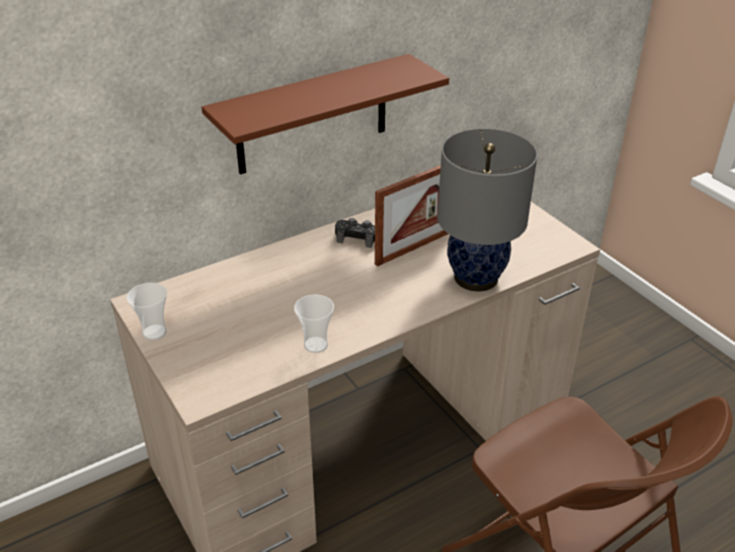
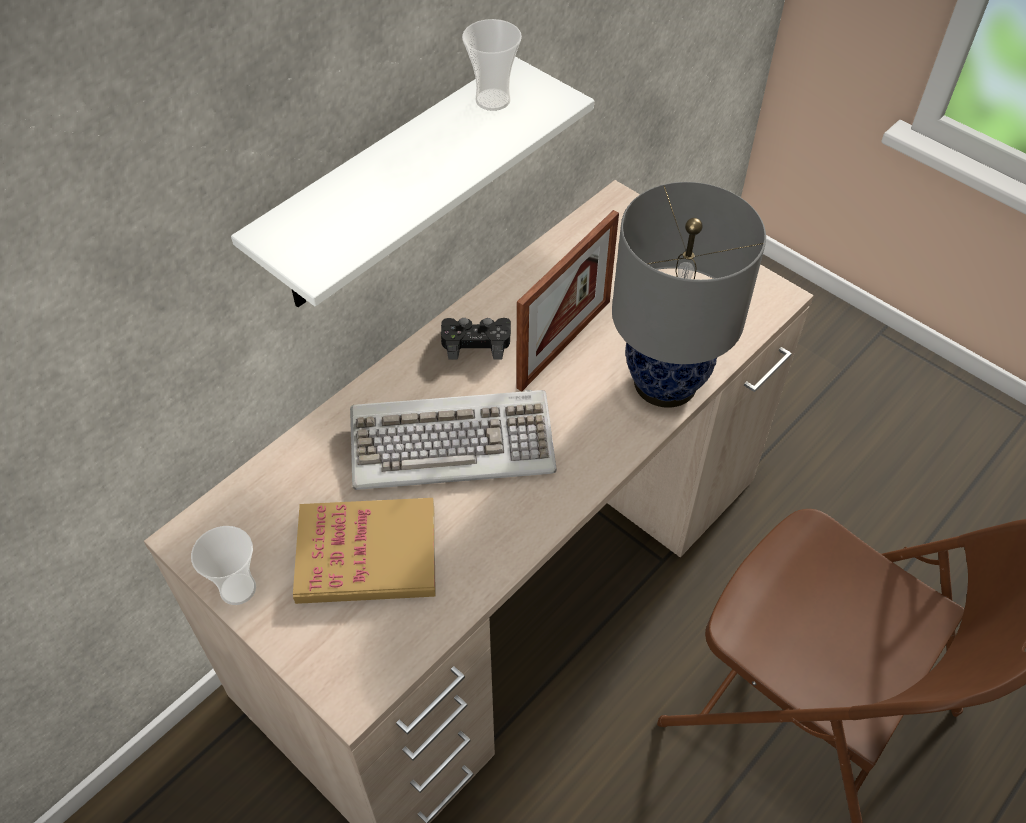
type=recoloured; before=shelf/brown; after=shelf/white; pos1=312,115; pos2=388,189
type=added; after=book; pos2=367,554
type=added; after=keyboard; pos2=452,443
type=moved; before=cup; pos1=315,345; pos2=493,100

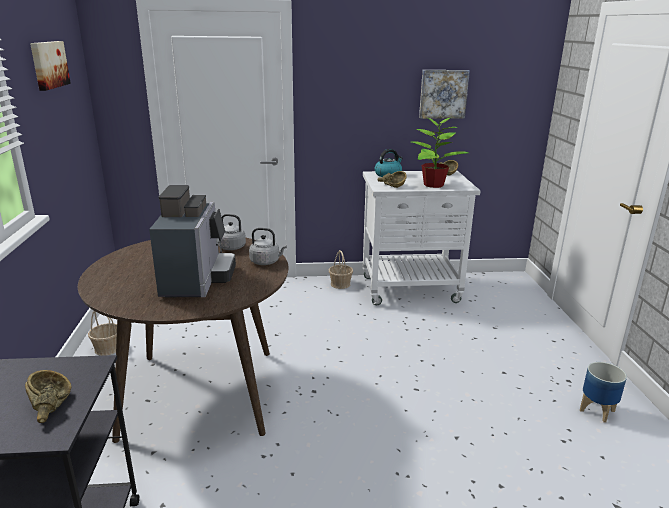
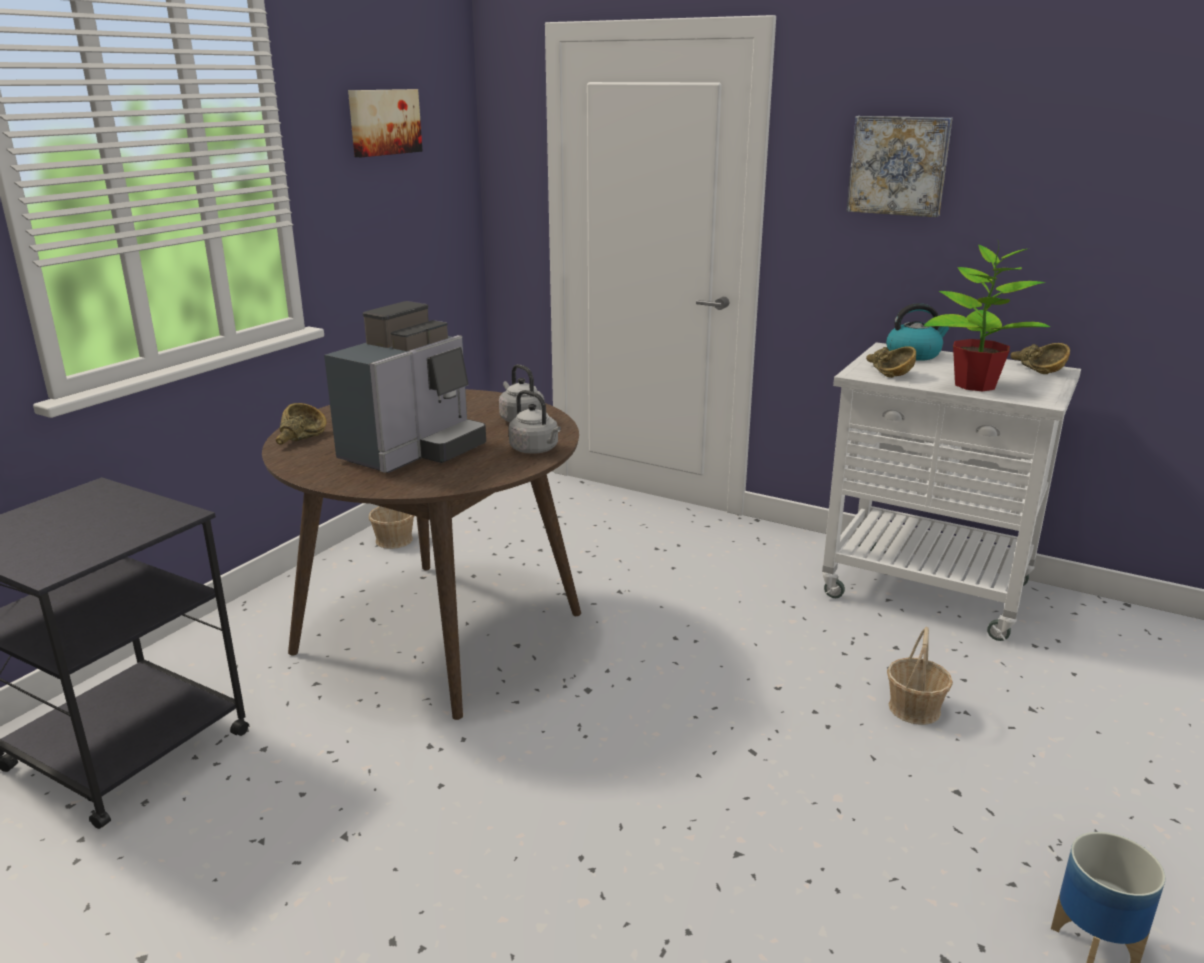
type=moved; before=bowl/brown; pos1=51,406; pos2=301,438
type=moved; before=picture; pos1=443,94; pos2=899,165
type=moved; before=basket; pos1=340,284; pos2=914,708

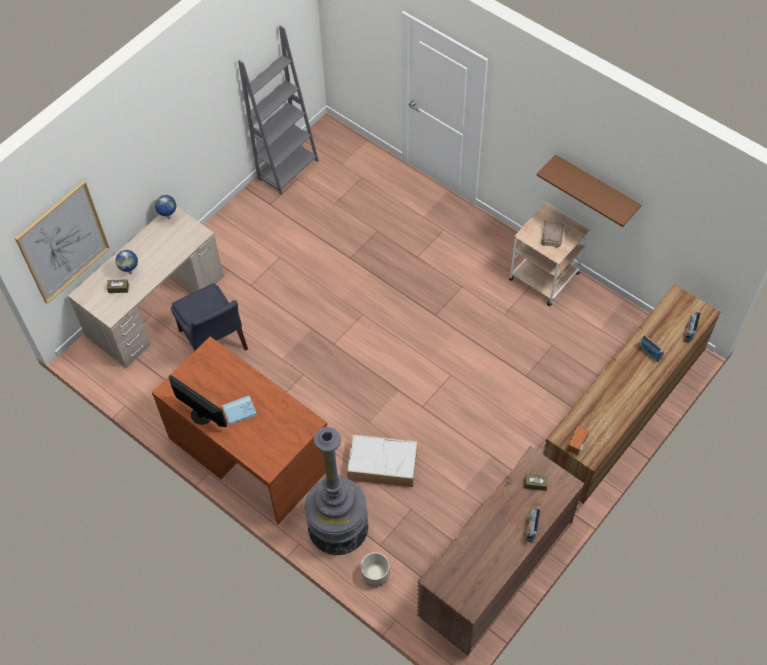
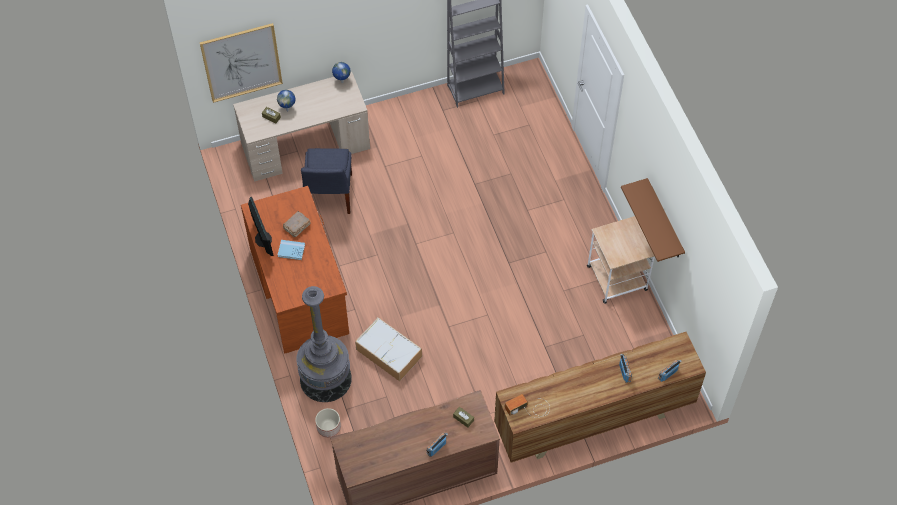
type=moved; before=book/brown; pos1=551,237; pos2=296,227

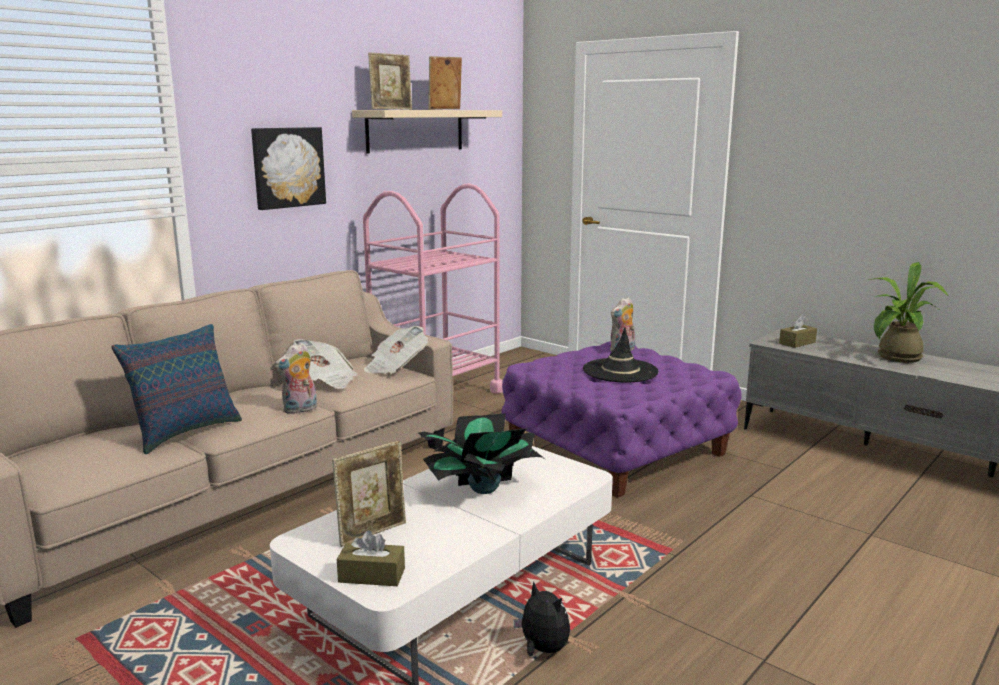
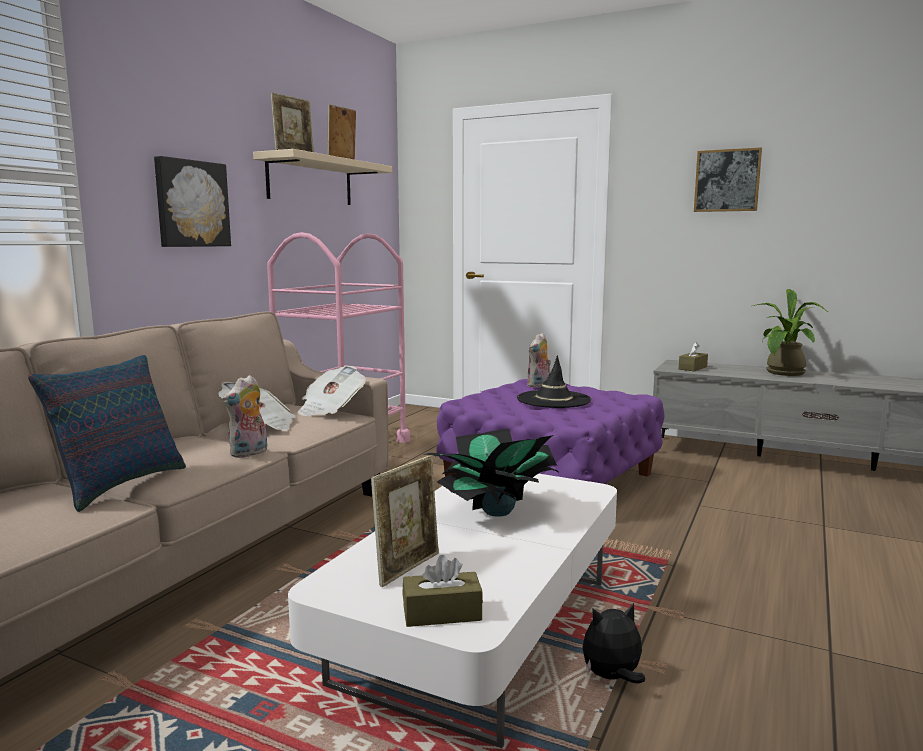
type=turned; before=plush toy; pos1=542,649; pos2=612,678; turn=-45
type=added; after=picture; pos2=727,180

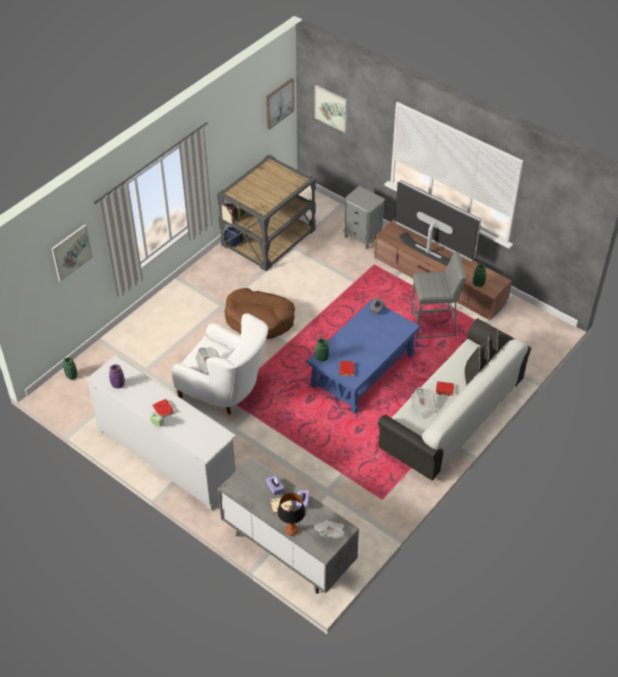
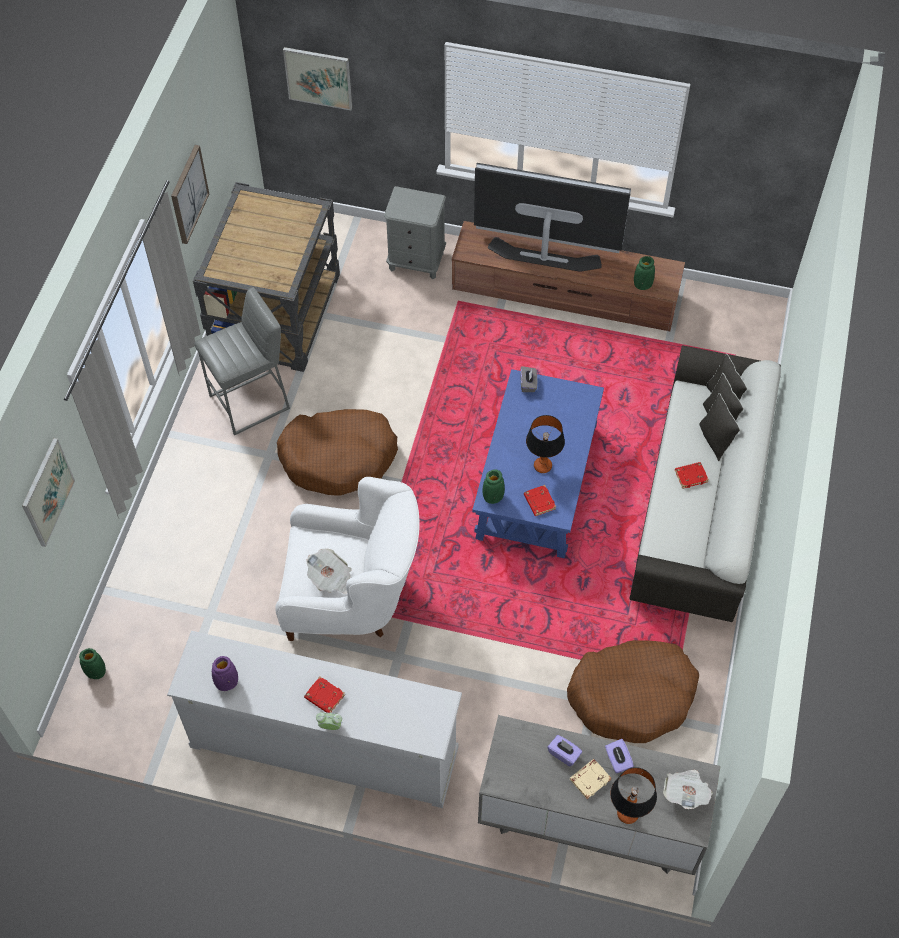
type=moved; before=picture; pos1=279,103; pos2=188,194
type=moved; before=stool/grey; pos1=433,324; pos2=251,401
type=added; after=table lamp; pos2=542,466
type=added; after=dog bed/brown; pos2=632,696
type=removed; before=newspaper; pos1=423,408

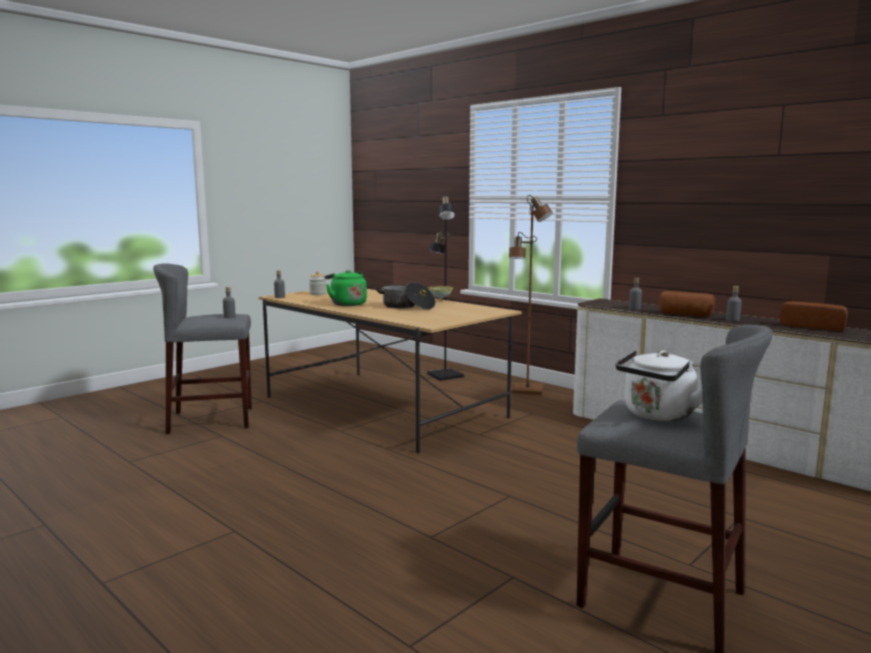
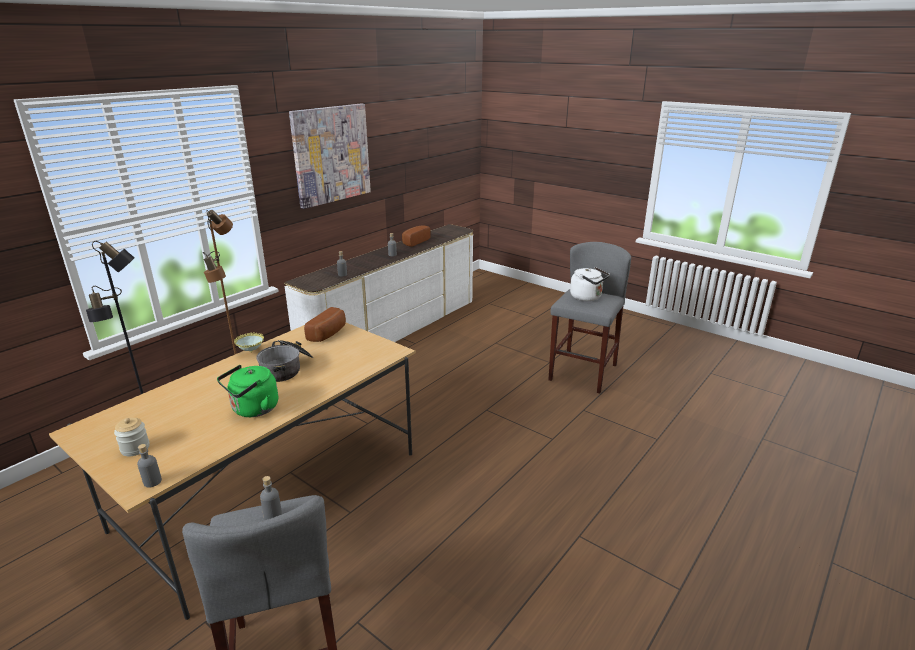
type=added; after=picture; pos2=331,154
type=moved; before=bread; pos1=684,315; pos2=329,333

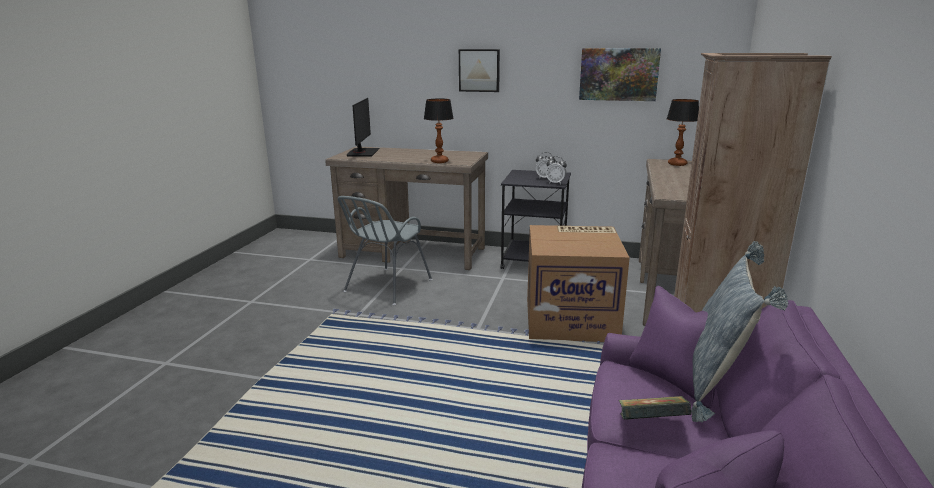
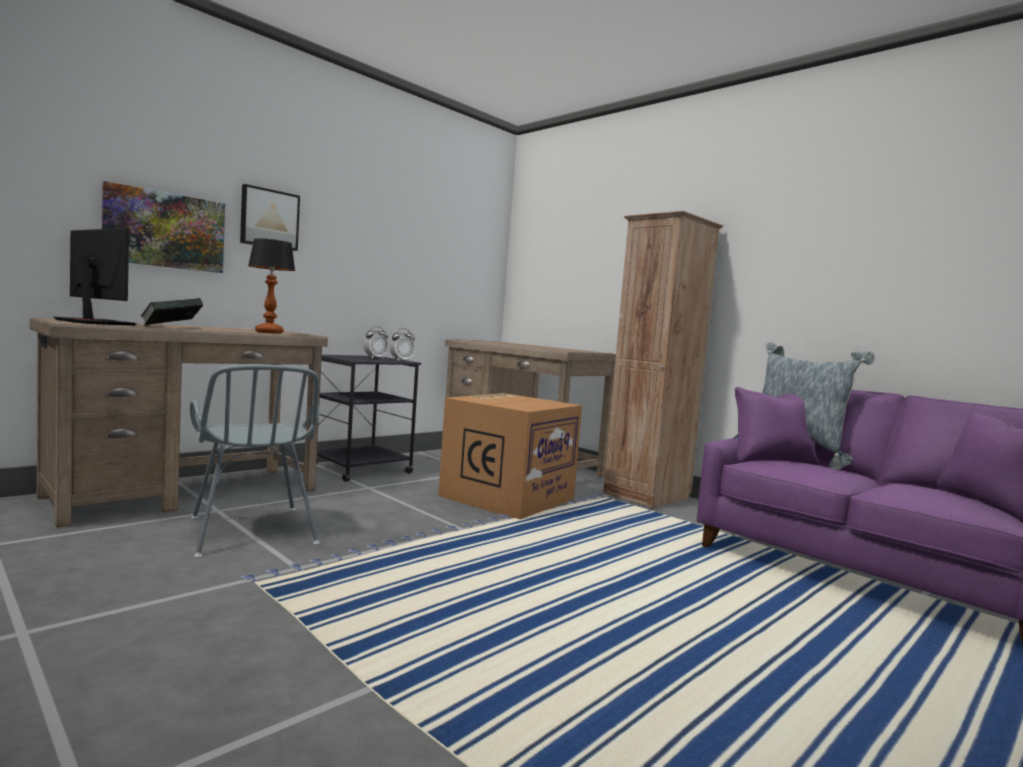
type=moved; before=picture; pos1=618,74; pos2=165,230
type=moved; before=book; pos1=650,425; pos2=171,327
type=removed; before=table lamp; pos1=676,164

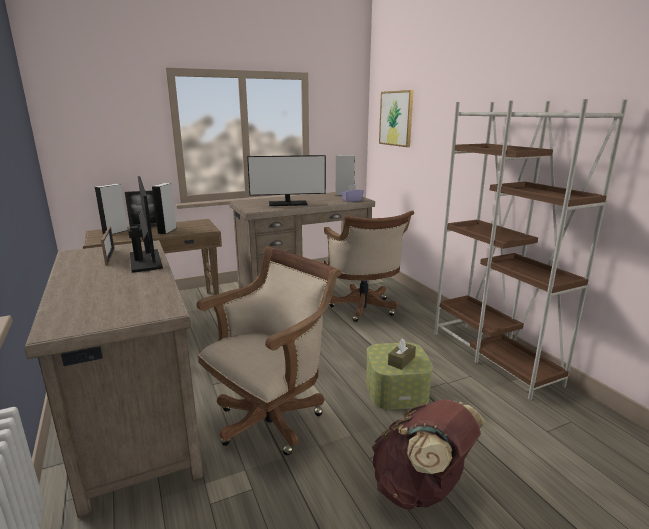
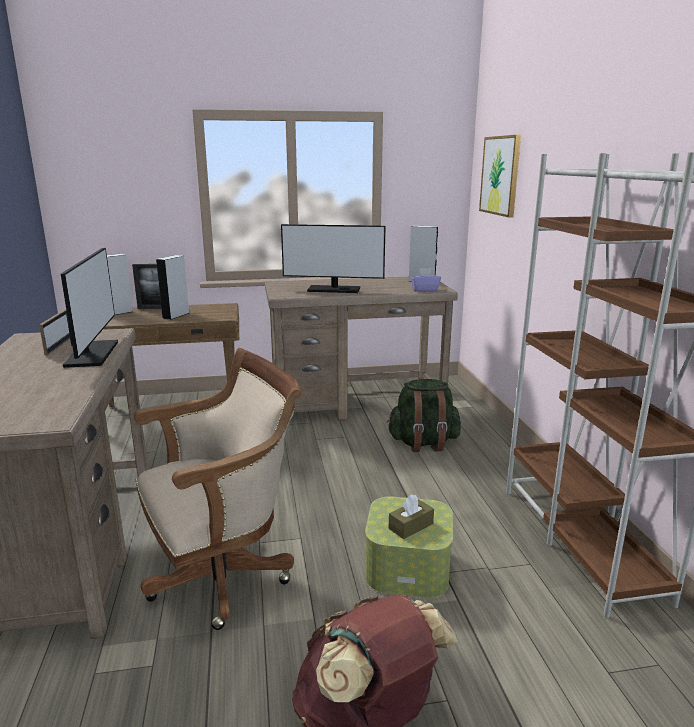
type=replaced; before=office chair; after=backpack/green; pos1=364,309; pos2=423,443

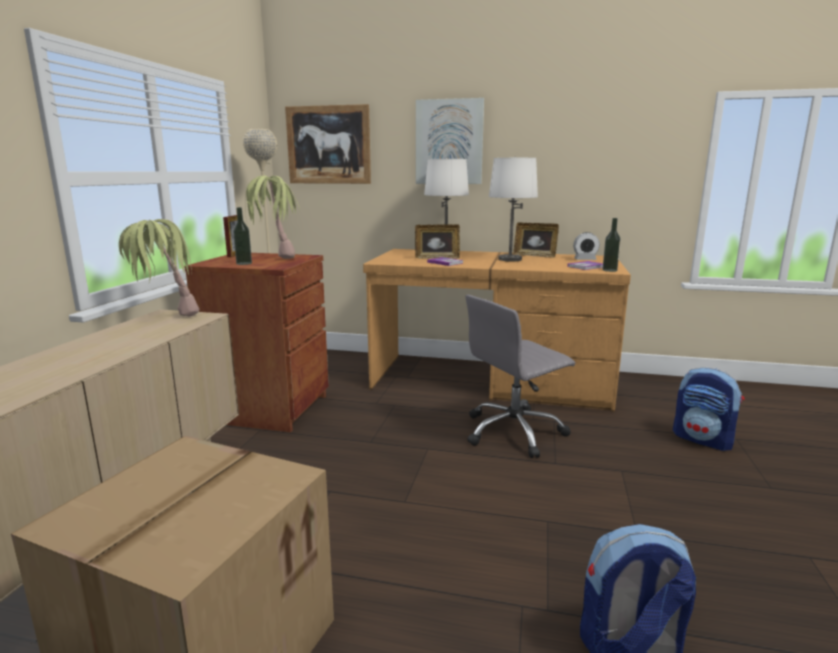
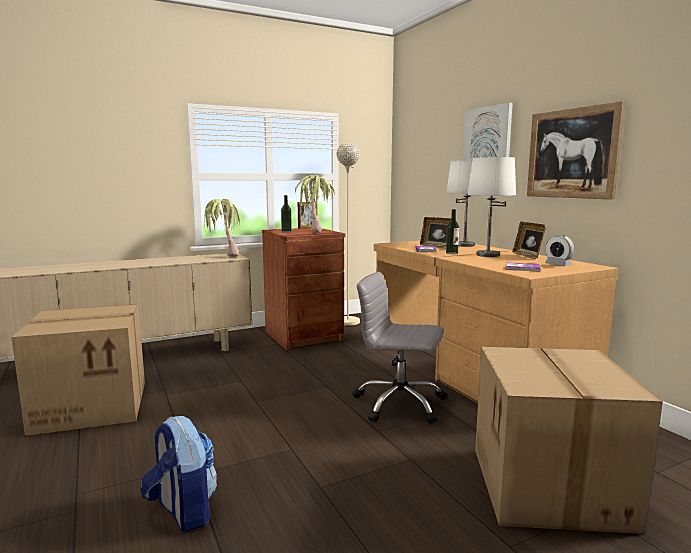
type=moved; before=bottle; pos1=609,270; pos2=451,253
type=replaced; before=backpack; after=cardboard box; pos1=703,440; pos2=551,488
type=moved; before=picture; pos1=328,145; pos2=571,153

